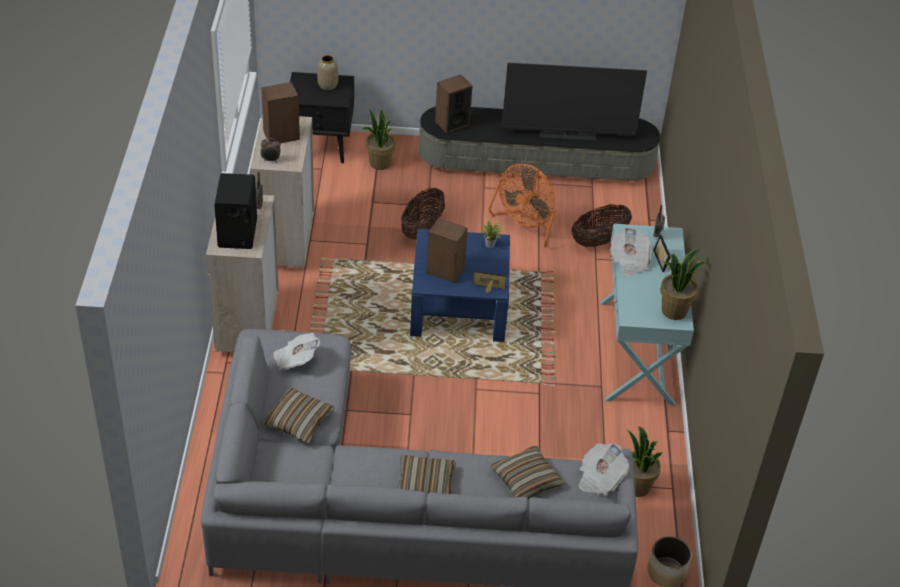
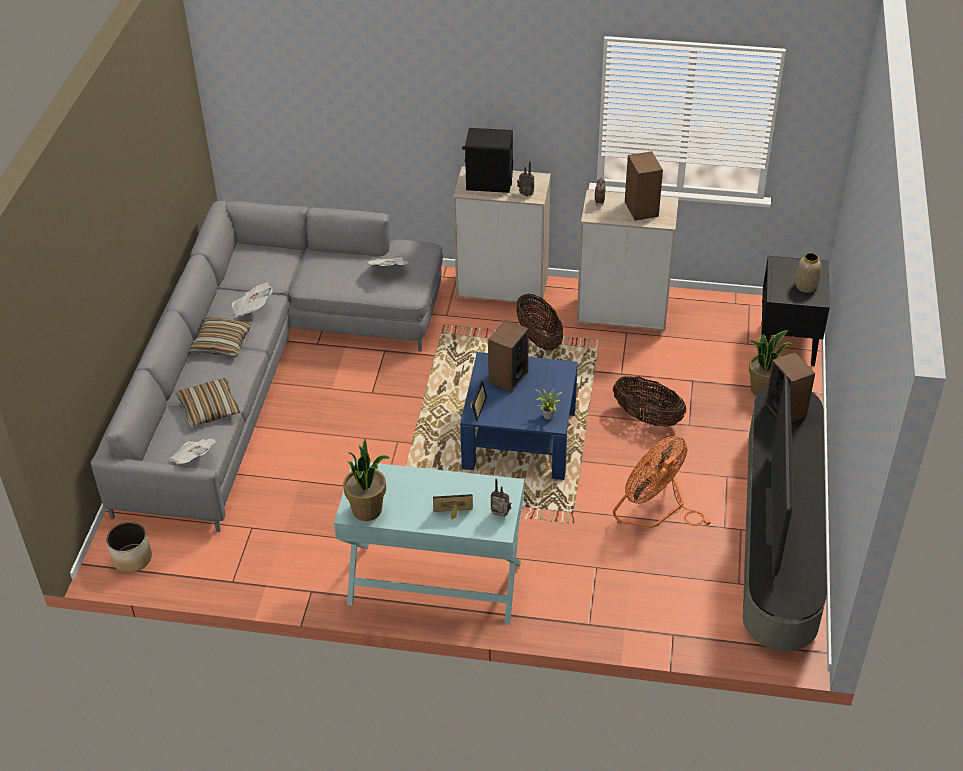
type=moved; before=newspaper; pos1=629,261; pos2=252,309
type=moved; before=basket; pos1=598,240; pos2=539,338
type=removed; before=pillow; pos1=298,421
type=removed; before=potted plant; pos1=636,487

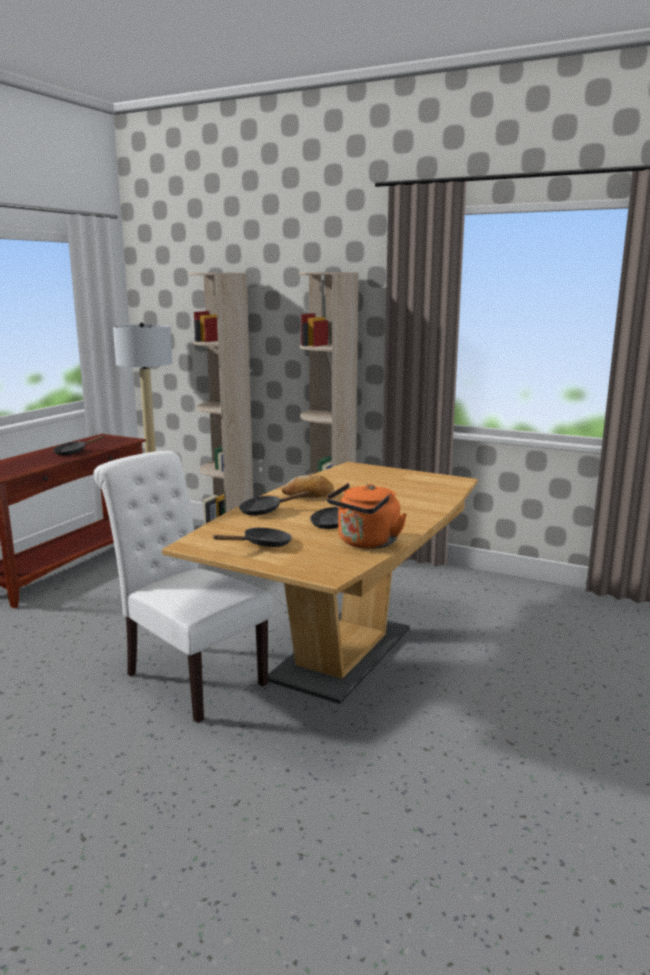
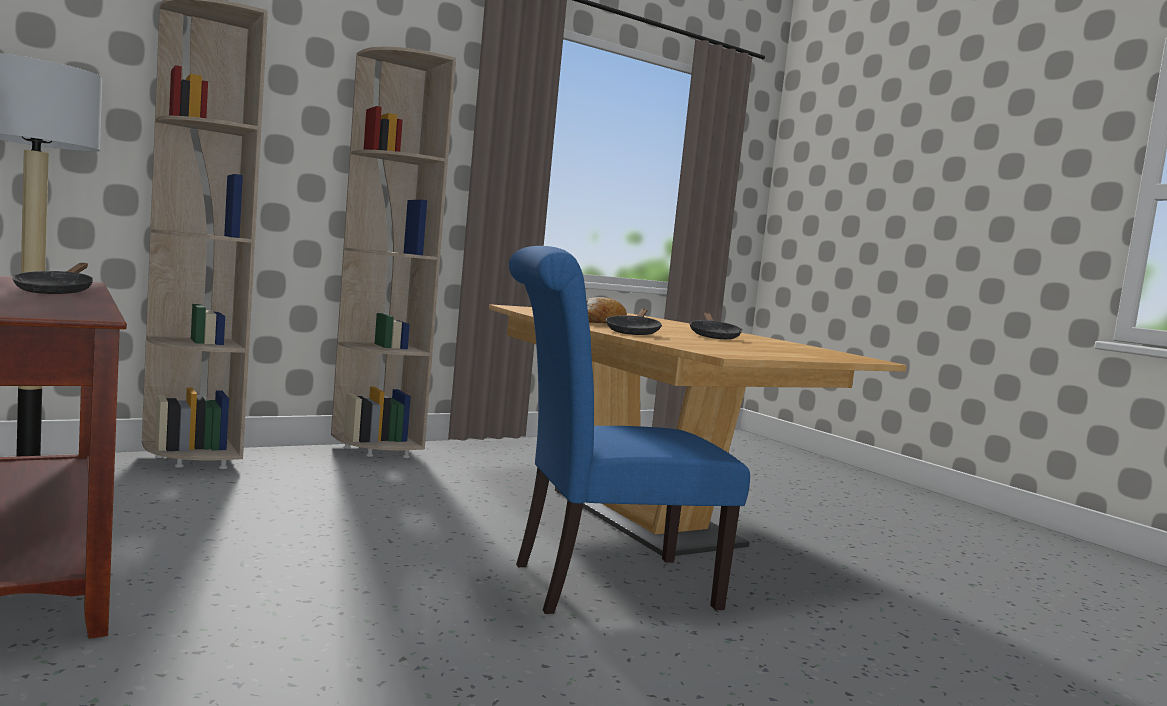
type=recoloured; before=chair/white; after=chair/blue; pos1=189,676; pos2=601,585
type=removed; before=frying pan/black; pos1=262,545
type=removed; before=kettle/orange; pos1=366,543

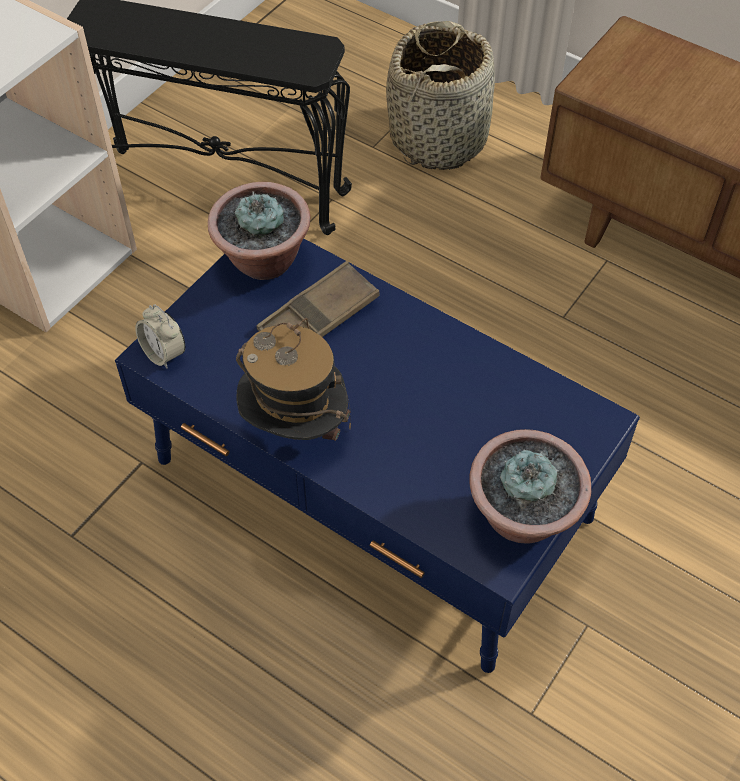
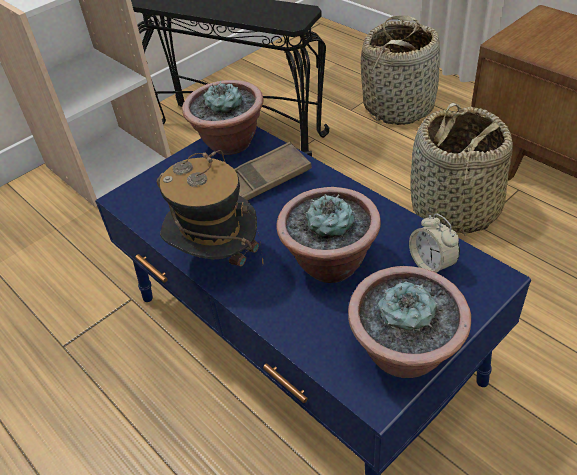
type=added; after=potted plant; pos2=329,263
type=moved; before=alarm clock; pos1=164,353; pos2=431,264
type=added; after=basket; pos2=454,209

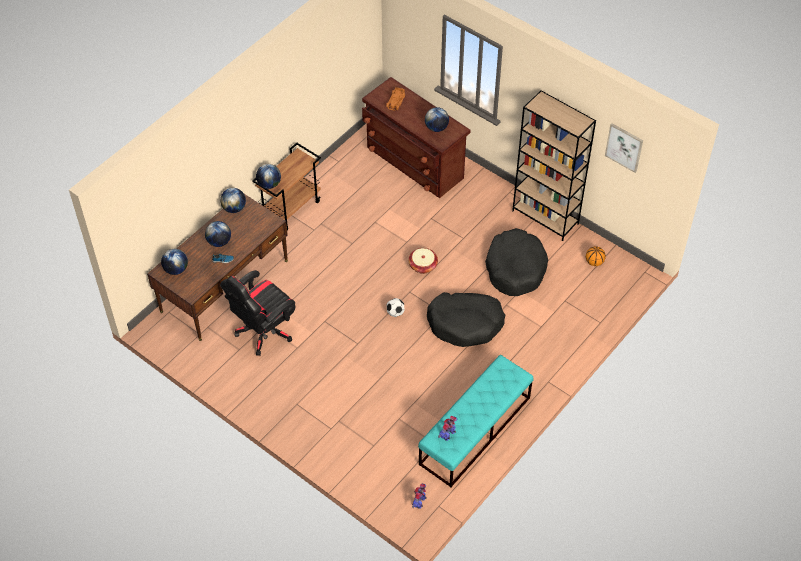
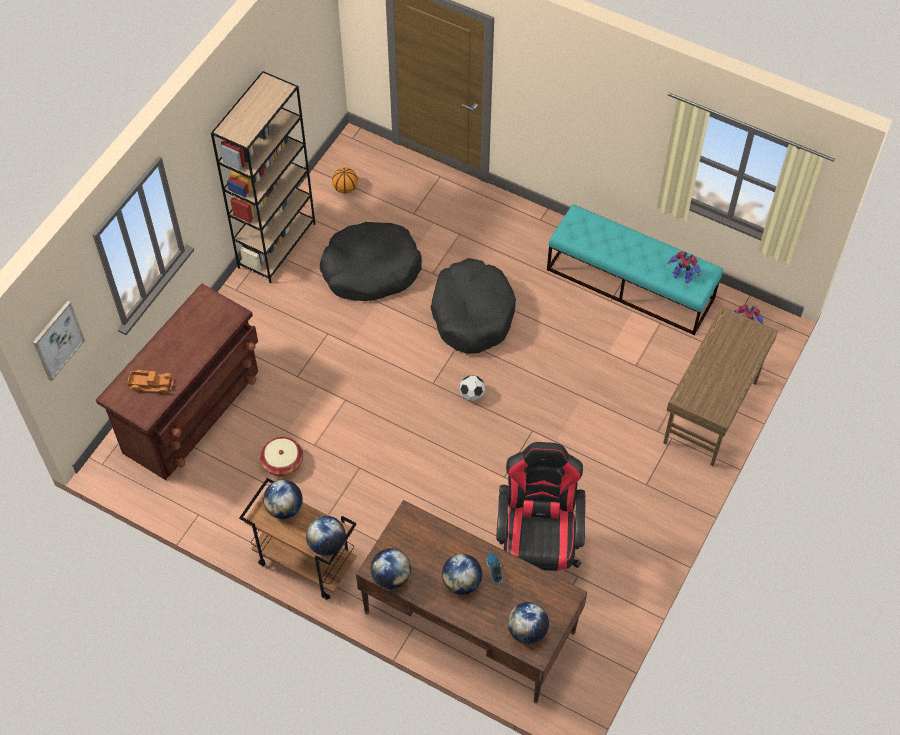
type=moved; before=picture; pos1=624,147; pos2=57,340
type=moved; before=basket; pos1=423,265; pos2=282,462
type=moved; before=globe; pos1=436,128; pos2=284,508
type=turned; before=office chair/black; pos1=264,330; pos2=537,550; turn=-120
type=added; after=console table/brown; pos2=710,413

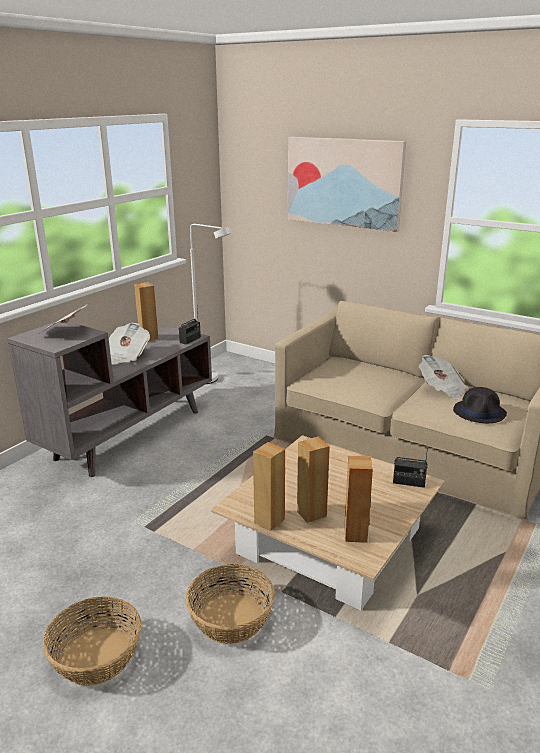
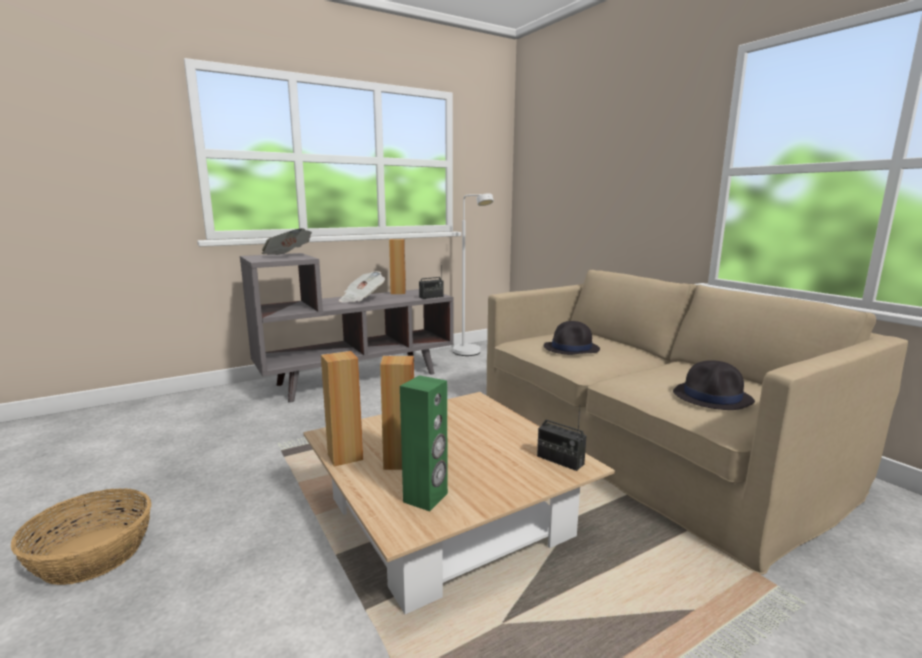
type=recoloured; before=speaker/brown; after=speaker/green; pos1=356,534; pos2=426,498
type=added; after=hat/black; pos2=571,348
type=removed; before=basket; pos1=230,618
type=removed; before=picture; pos1=344,182
type=removed; before=newspaper; pos1=441,389

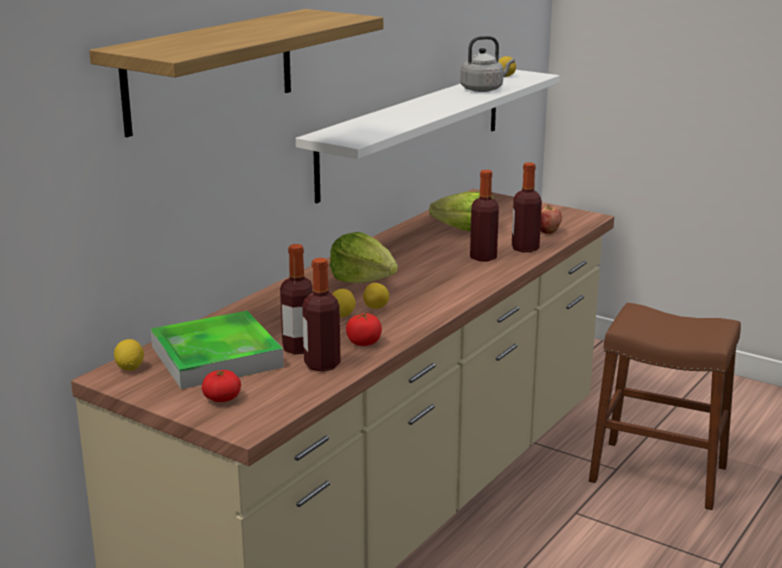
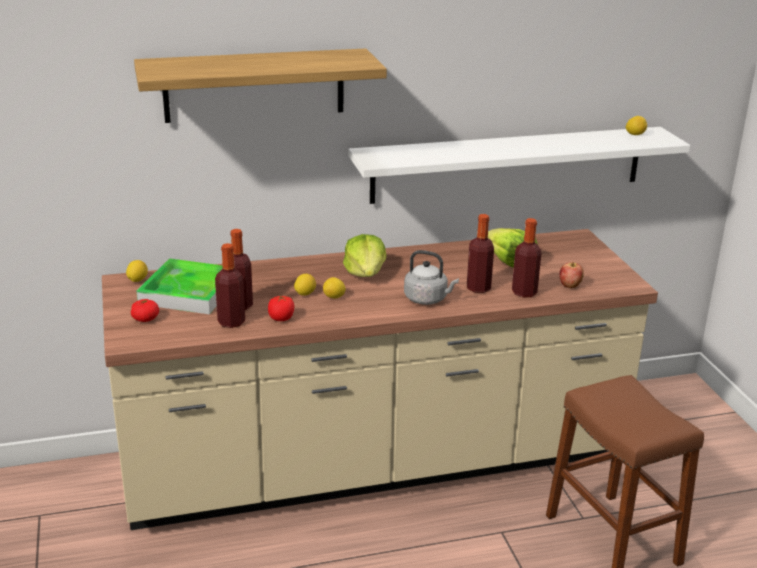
type=moved; before=kettle/grey; pos1=483,89; pos2=427,299

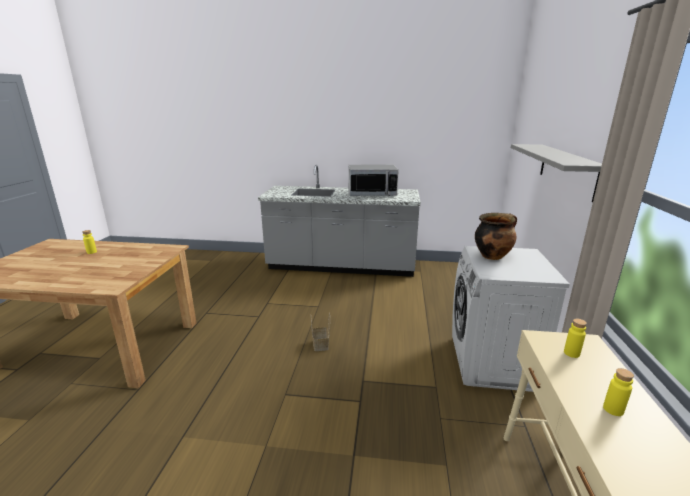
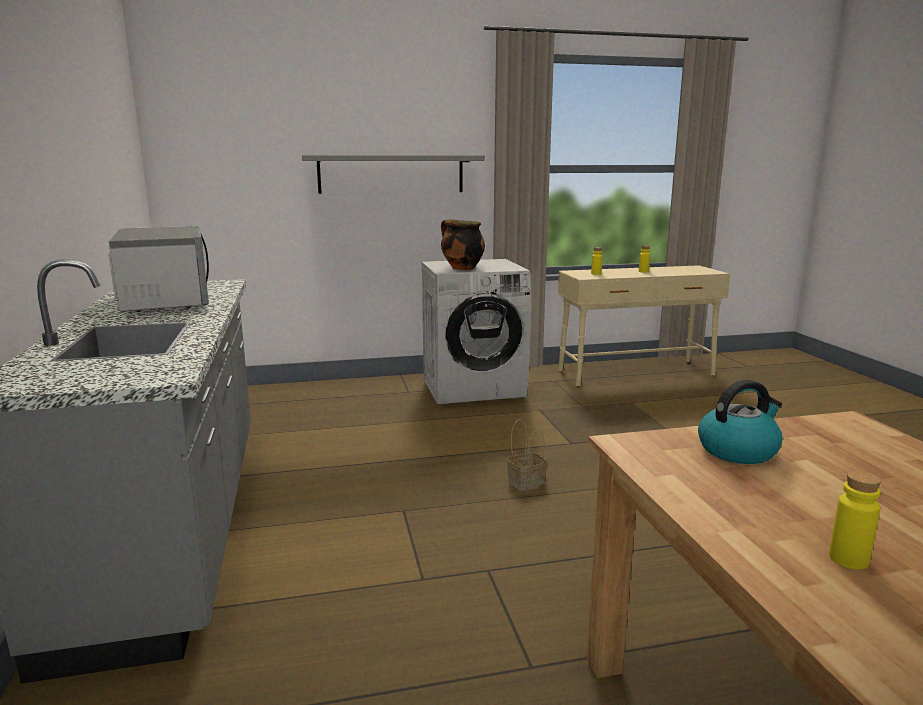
type=added; after=kettle; pos2=738,450

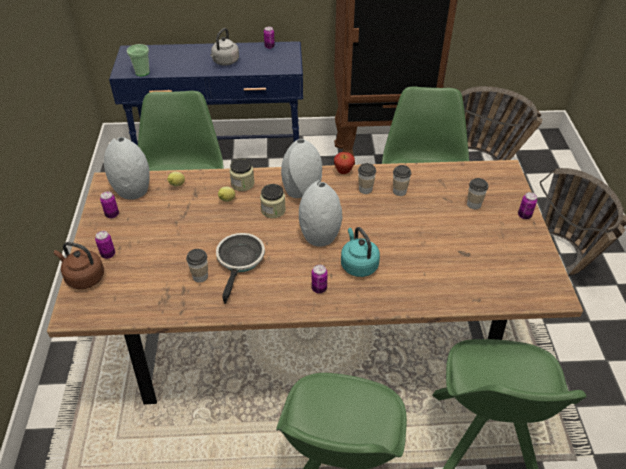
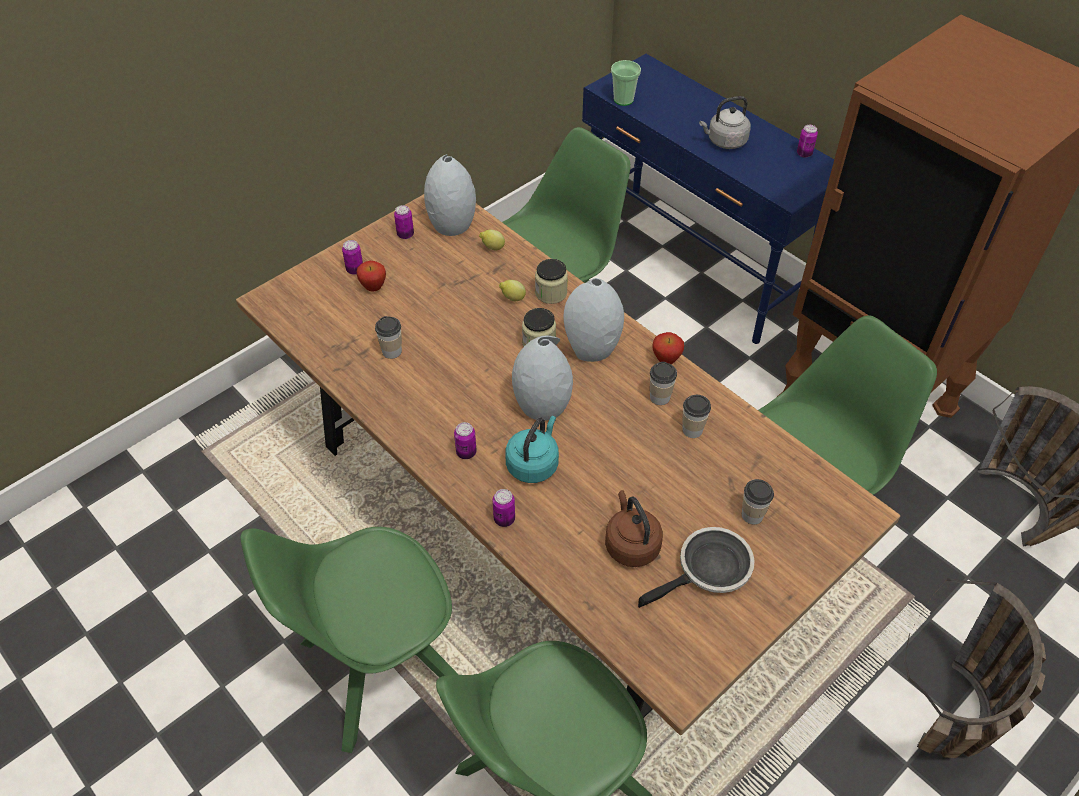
type=added; after=apple; pos2=373,288
type=moved; before=can; pos1=524,215; pos2=504,519
type=moved; before=kettle/brown; pos1=83,277; pos2=631,544
type=moved; before=frying pan; pos1=240,261; pos2=709,570

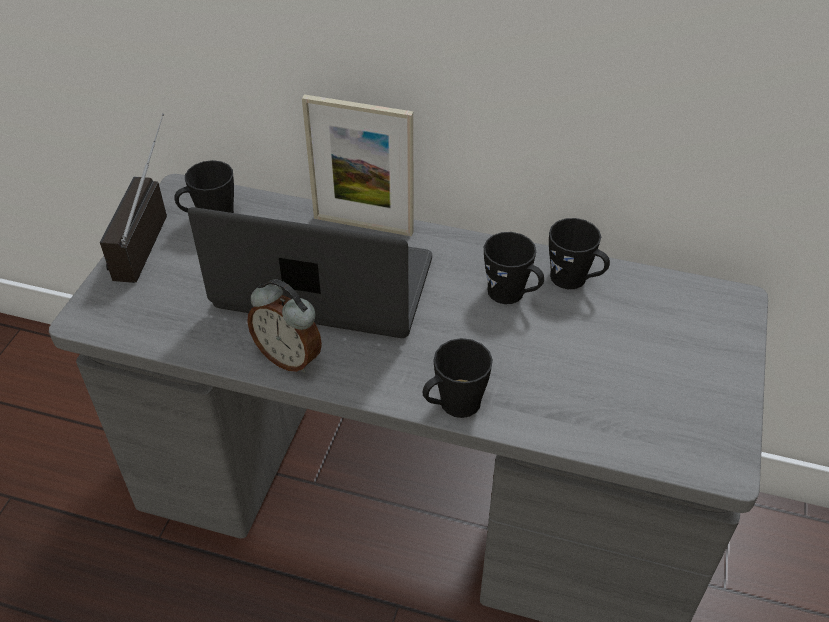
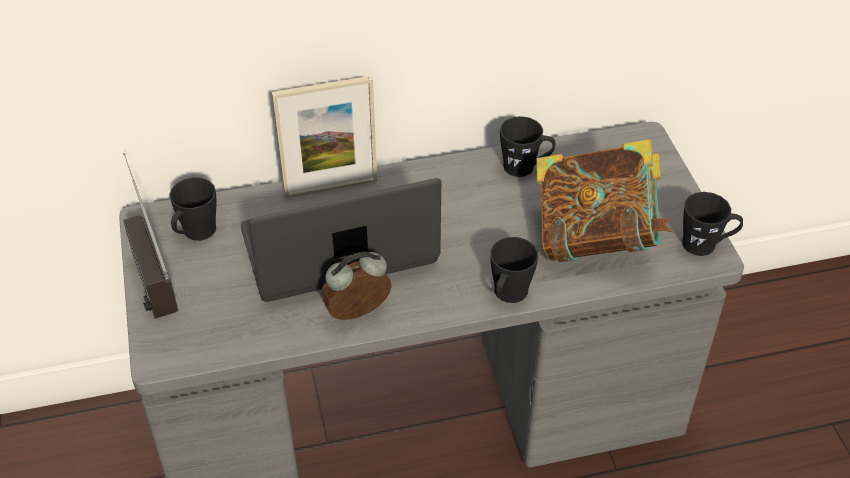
type=turned; before=alarm clock; pos1=289,357; pos2=358,314; turn=150
type=added; after=book; pos2=595,237
type=moved; before=mug/black; pos1=512,294; pos2=705,245

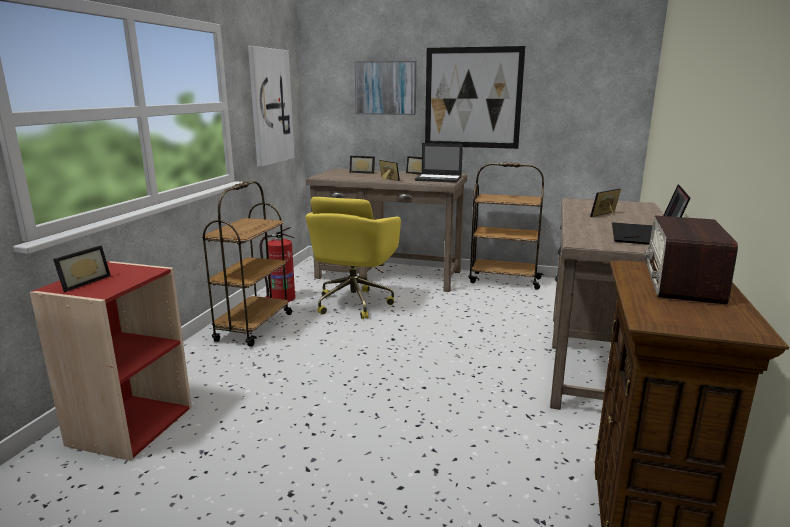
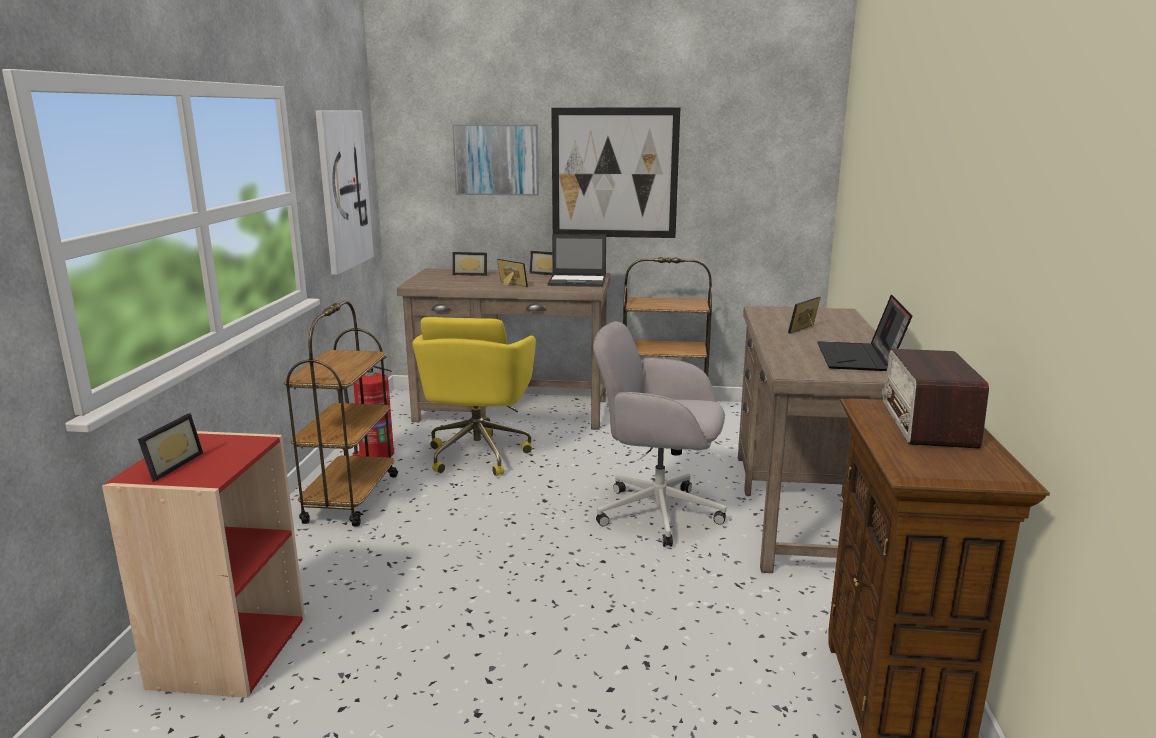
type=added; after=office chair/grey; pos2=656,513

